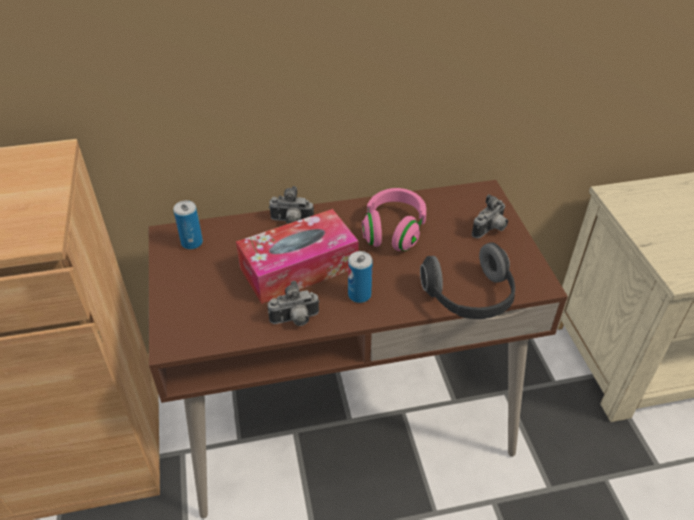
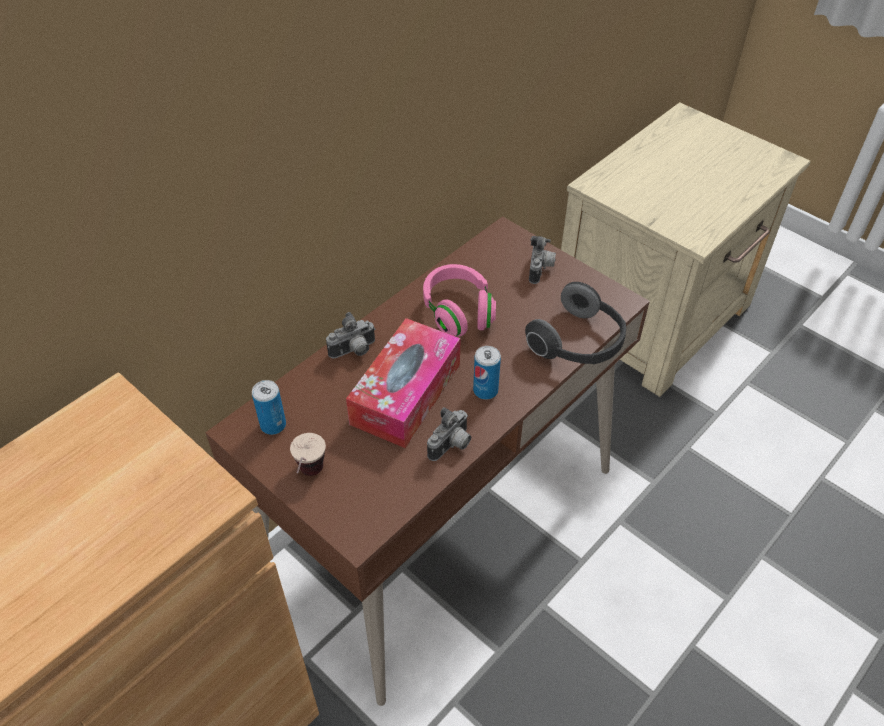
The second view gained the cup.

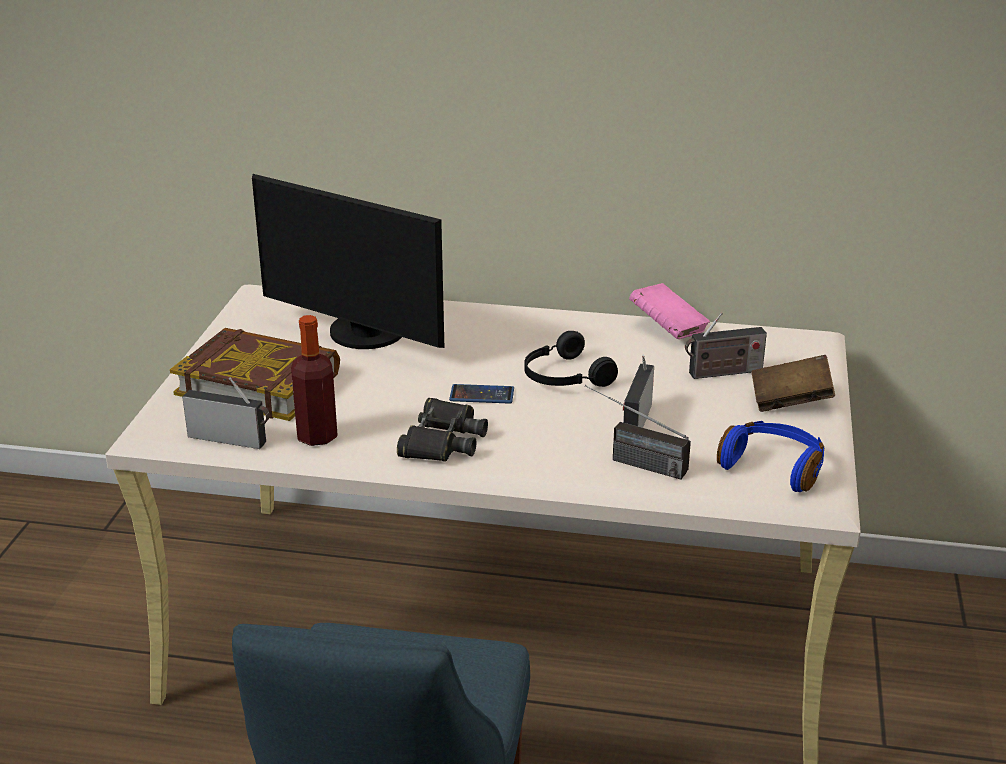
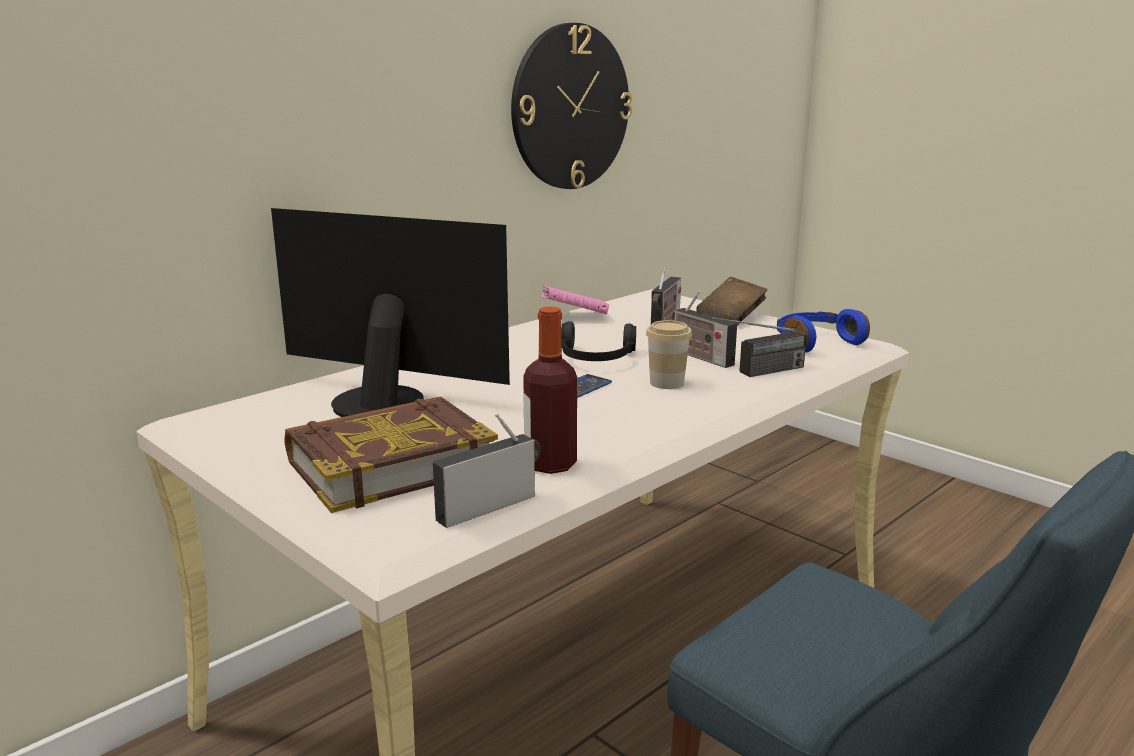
The monitor ended up facing another way, 135 degrees counterclockwise from before. The second view gained the wall clock. The second view gained the cup. The second view lost the binoculars (black).

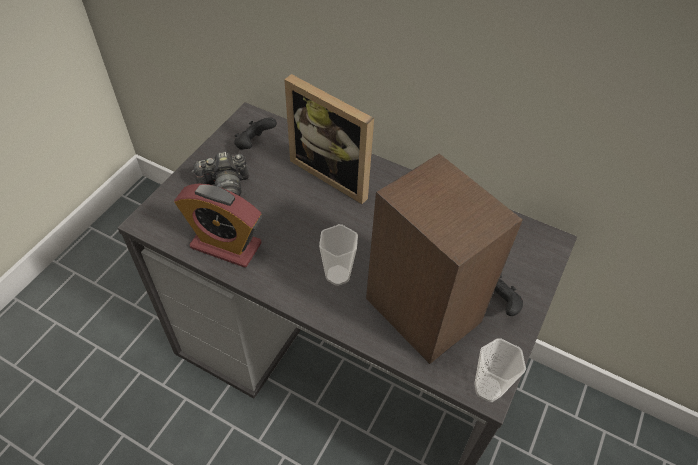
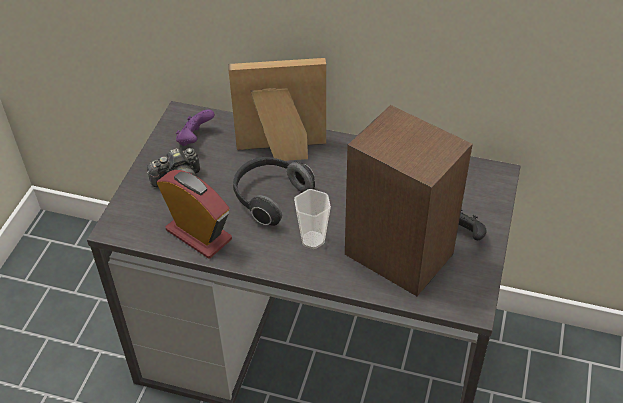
The alarm clock ended up facing another way, 150 degrees counterclockwise from before. What was the game controller (black) (1st from left) turned into the game controller (purple). The picture frame ended up facing another way, 150 degrees clockwise from before. The second view gained the headphones. The second view lost the cup (2nd from left).

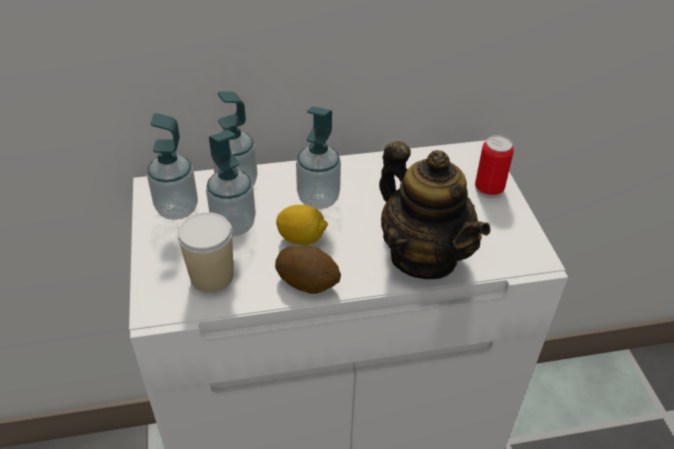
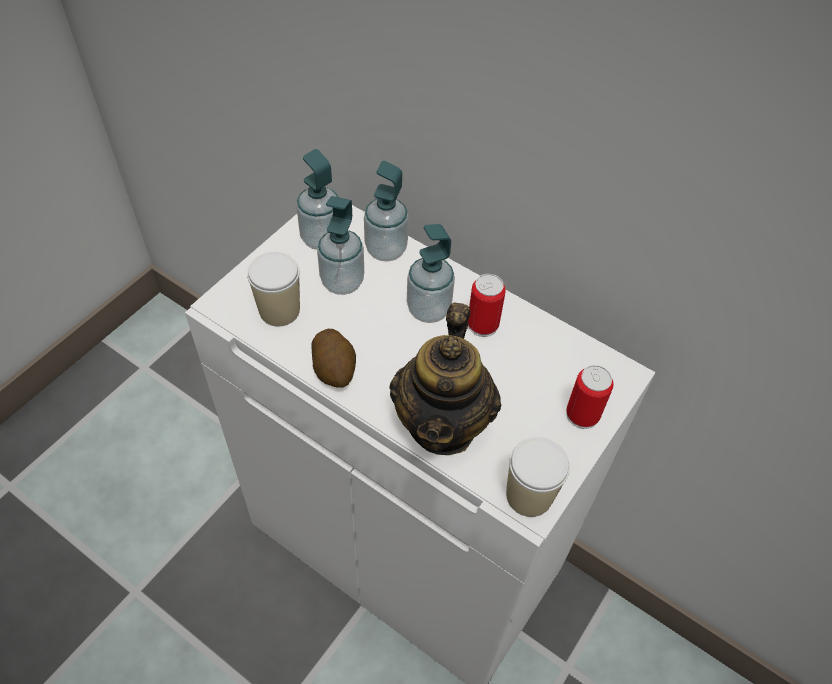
The second view gained the can (1st from left). The second view gained the cup (2nd from left). The second view lost the lemon.

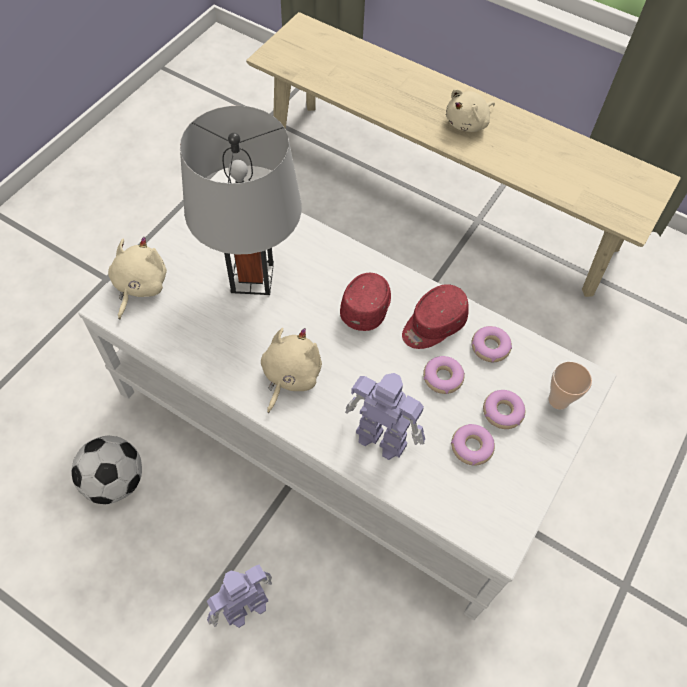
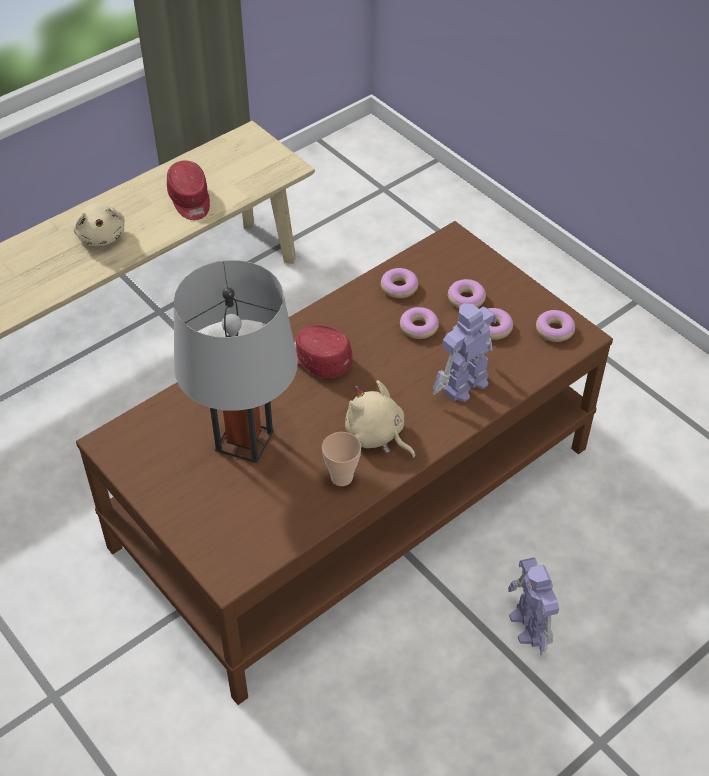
What was the coffee table (white) turned into the coffee table (brown). The cap (red) (2nd from left in the first image) ended up elsewhere. The cup ended up elsewhere. The second view gained the donut (5th from left). The second view lost the football. The second view lost the plush toy (beige) (1st from left).

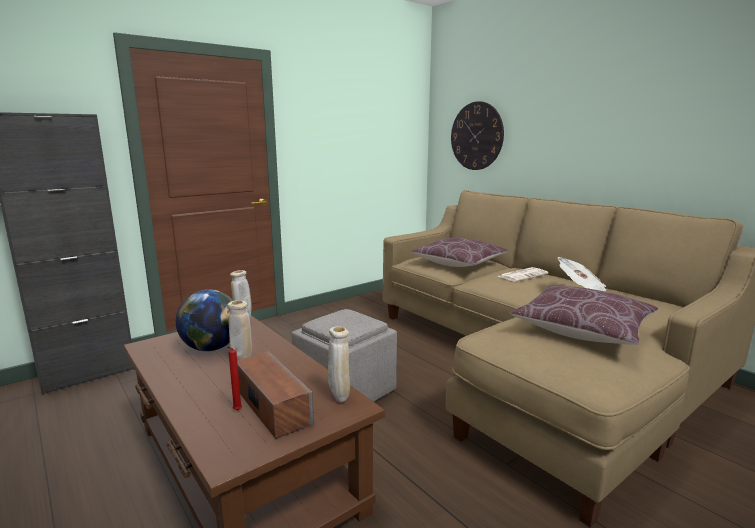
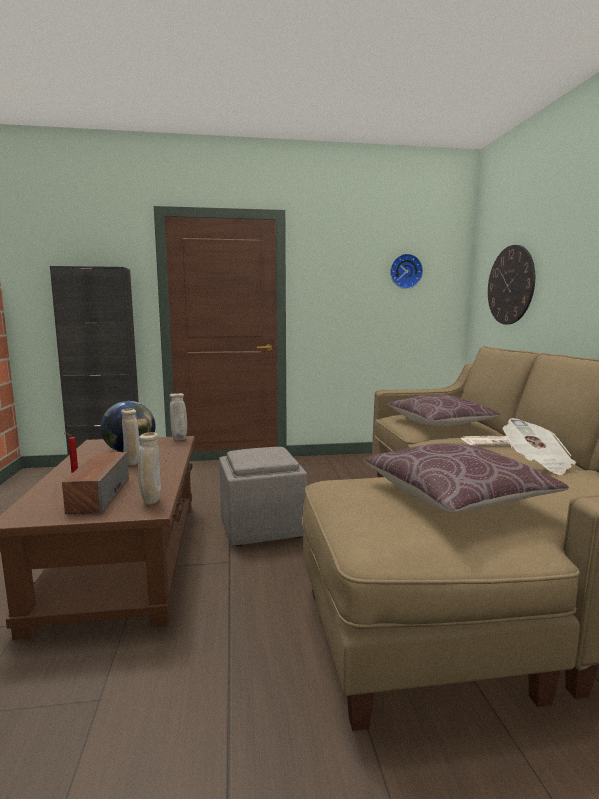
The second view gained the wall clock (1st from left).

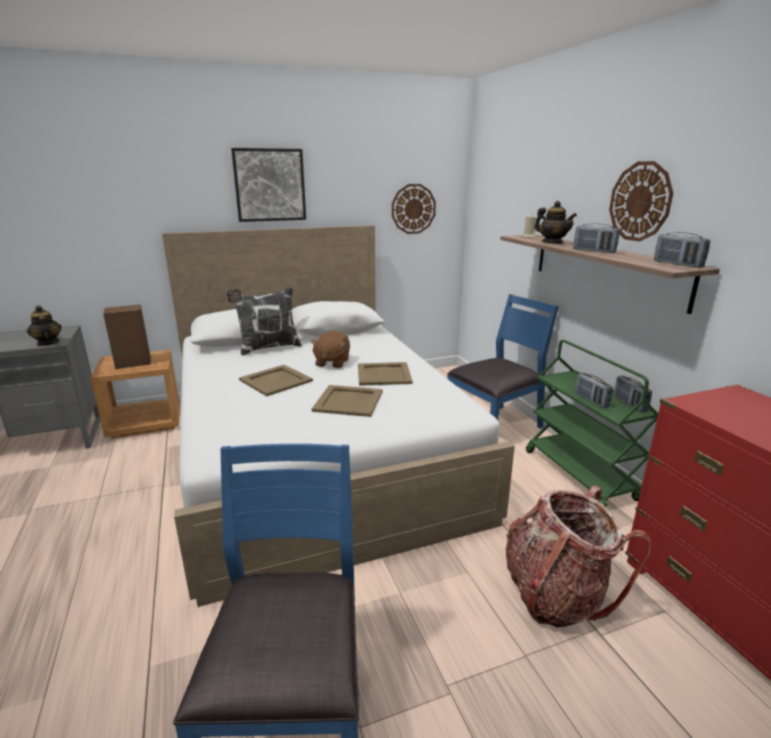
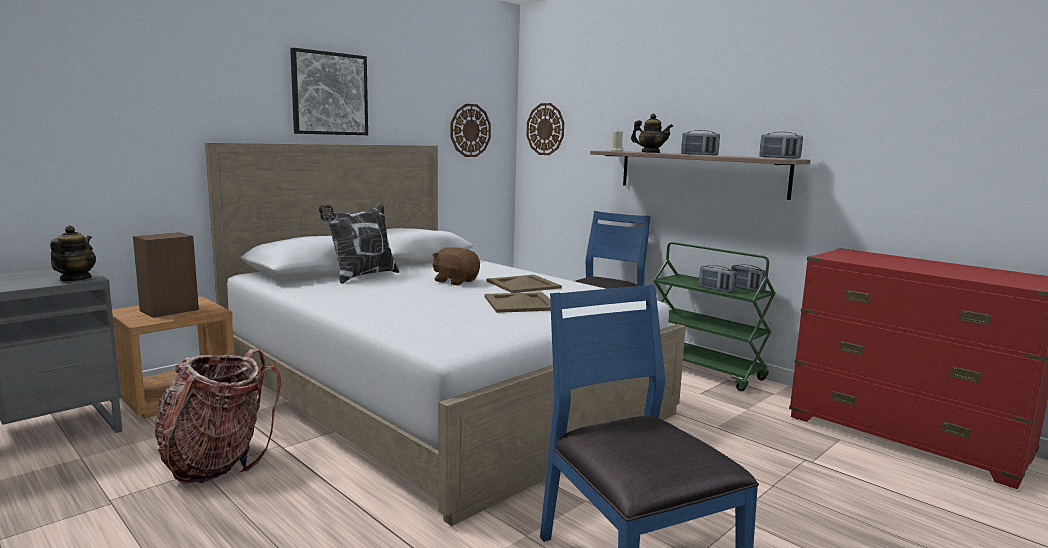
The teapot (1st from left) ended up facing another way, 60 degrees clockwise from before. The backpack ended up elsewhere. The plush toy (brown) ended up facing another way, 135 degrees clockwise from before. The wall clock (2nd from left) ended up elsewhere. The second view lost the tray (beige) (1st from left).

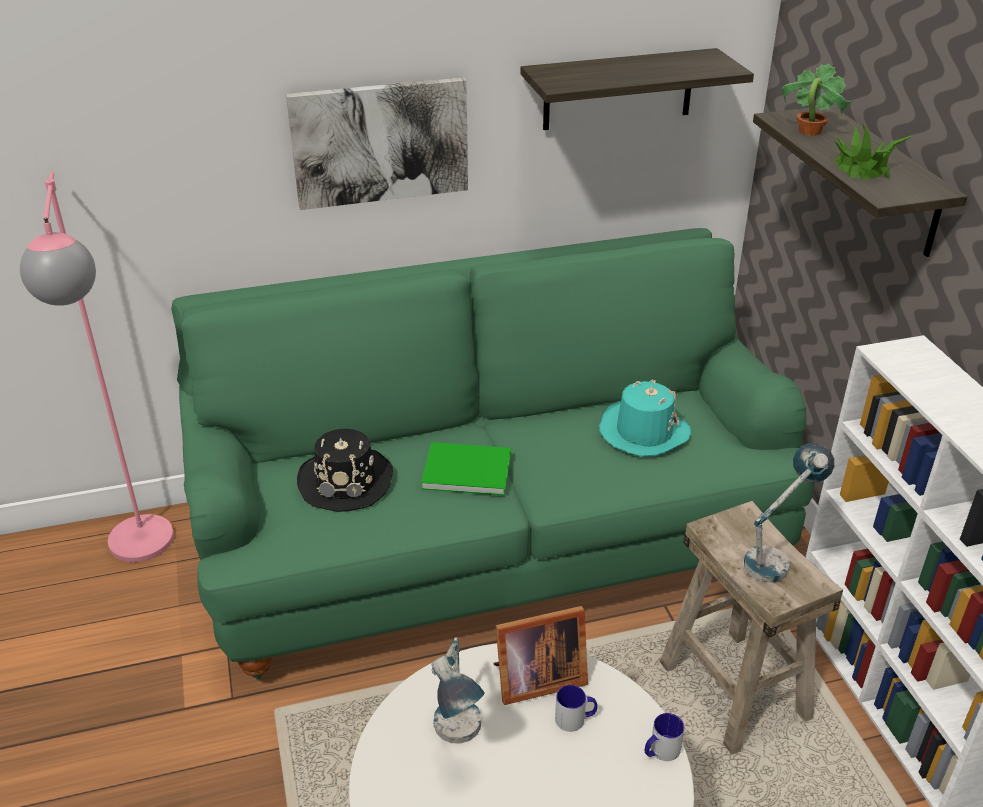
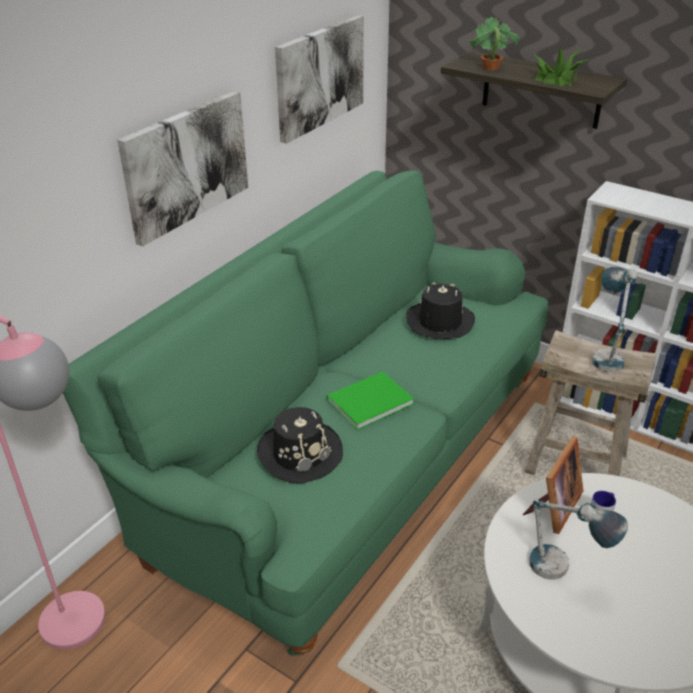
Where the shelf (1st from left) hung, the picture (2nd from left) came to hang. What was the hat (turquoise) turned into the hat (black) (2nd from left). The second view lost the mug (2nd from left).

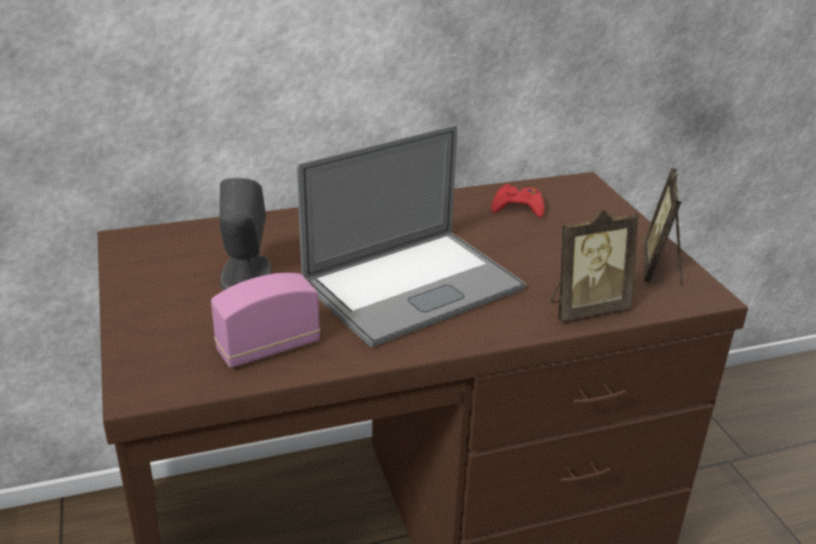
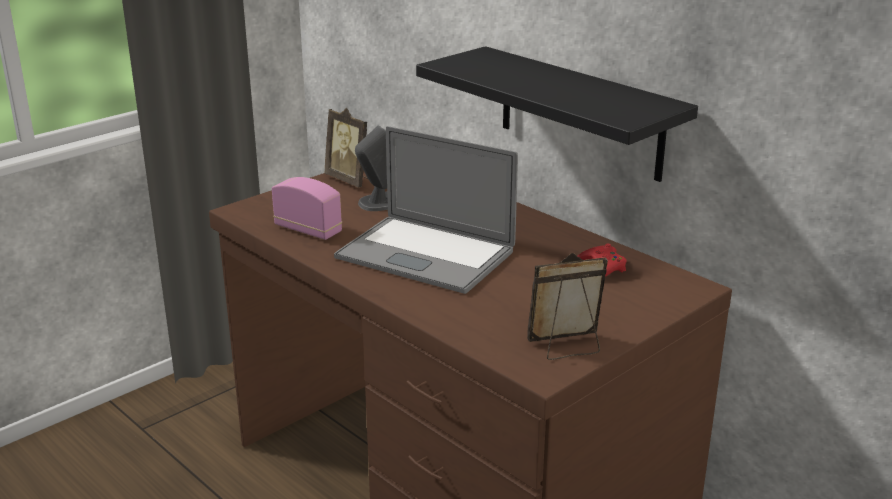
The picture frame (1st from left) ended up elsewhere. The second view gained the shelf (black).

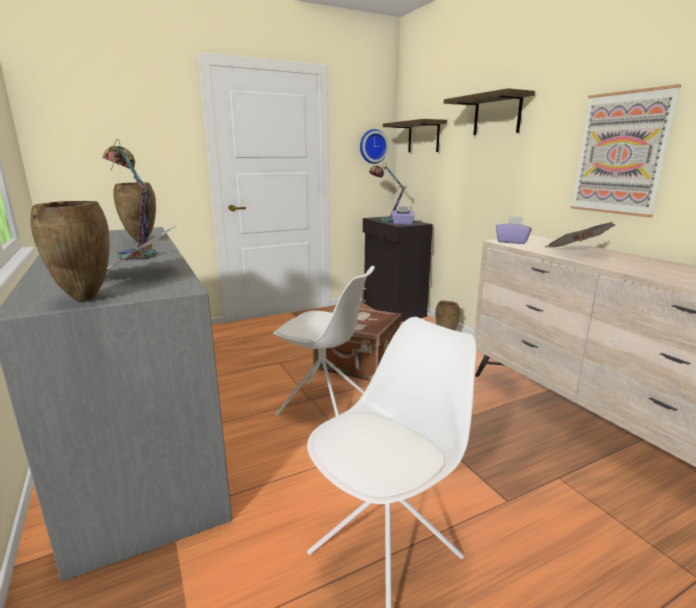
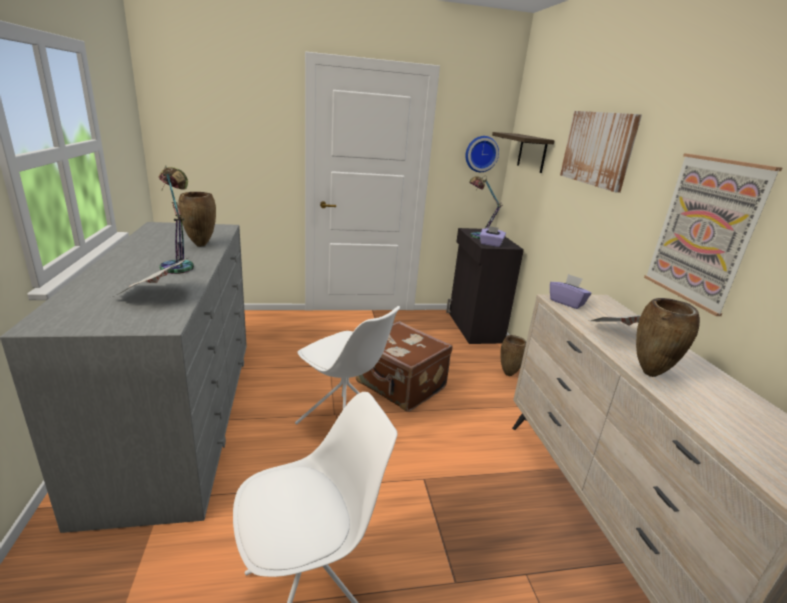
Where the shelf (2nd from left) hung, the picture (1st from left) came to hang. The vase (brown) (1st from left in the first image) ended up elsewhere.

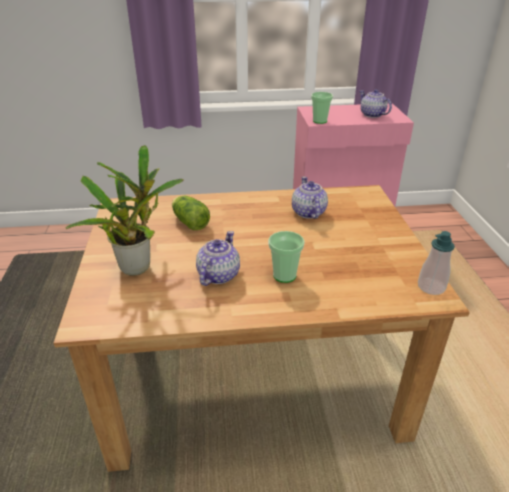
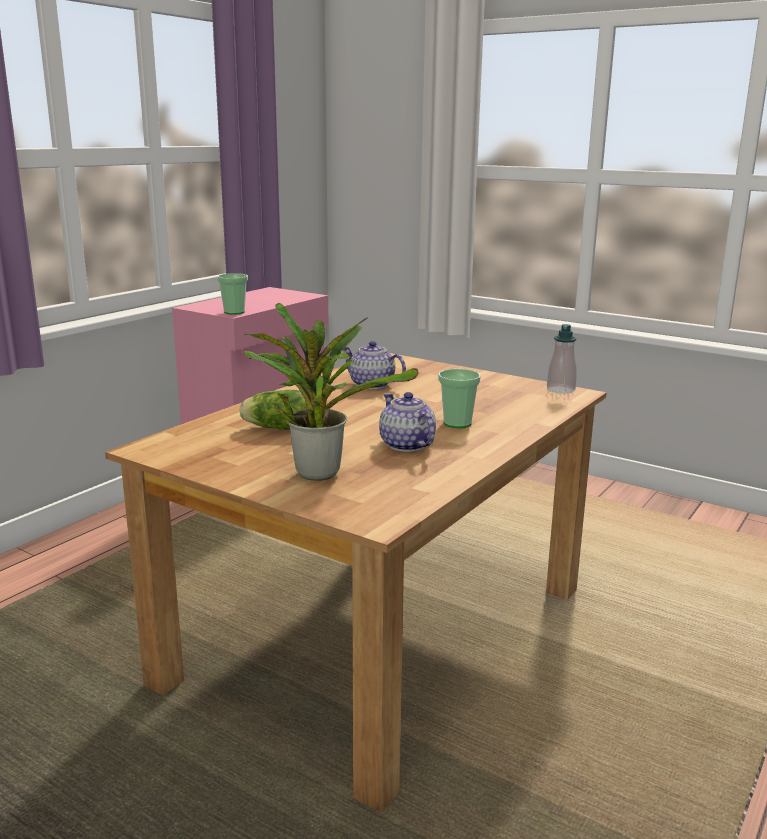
The second view lost the teapot (3rd from left).

